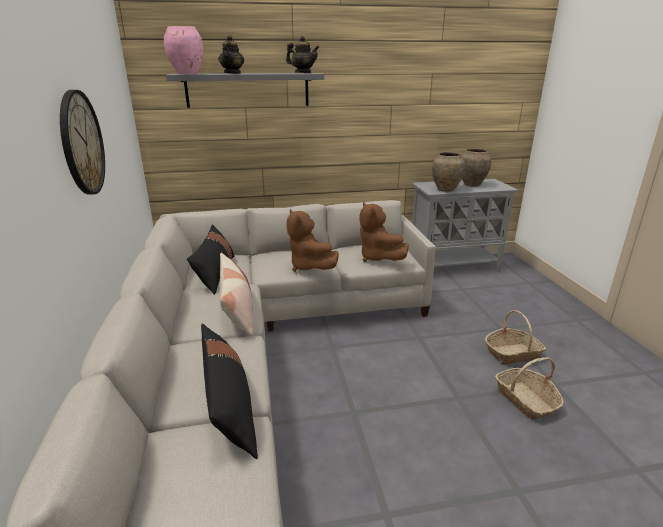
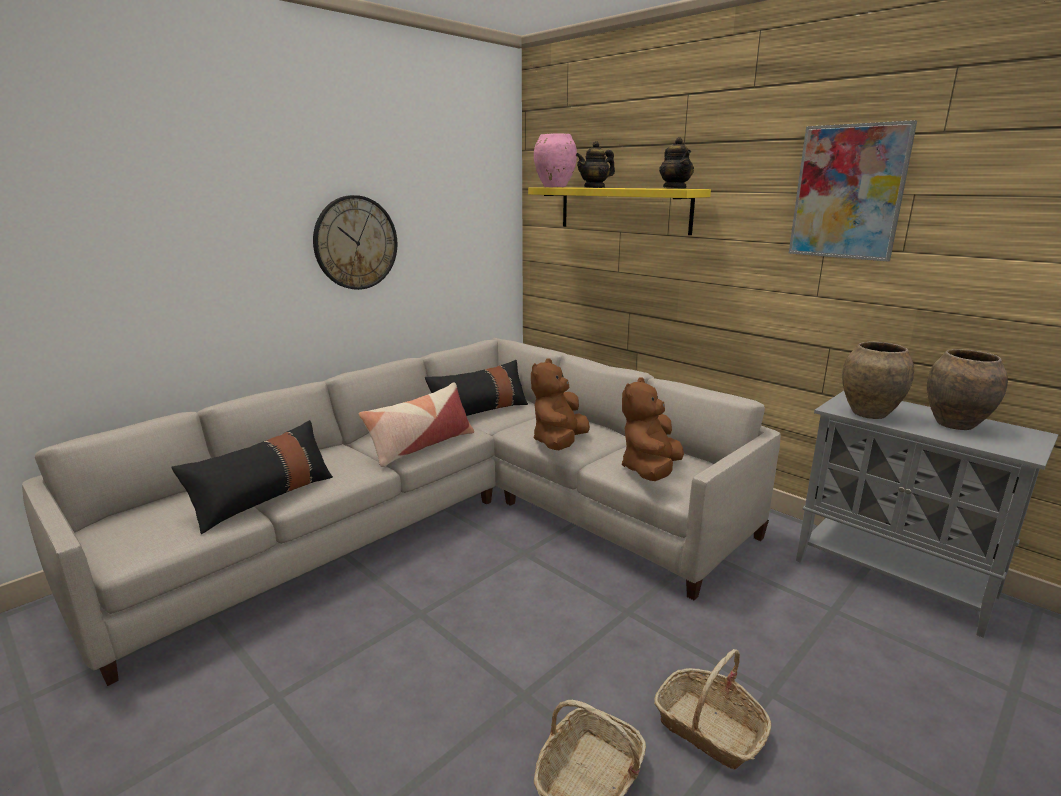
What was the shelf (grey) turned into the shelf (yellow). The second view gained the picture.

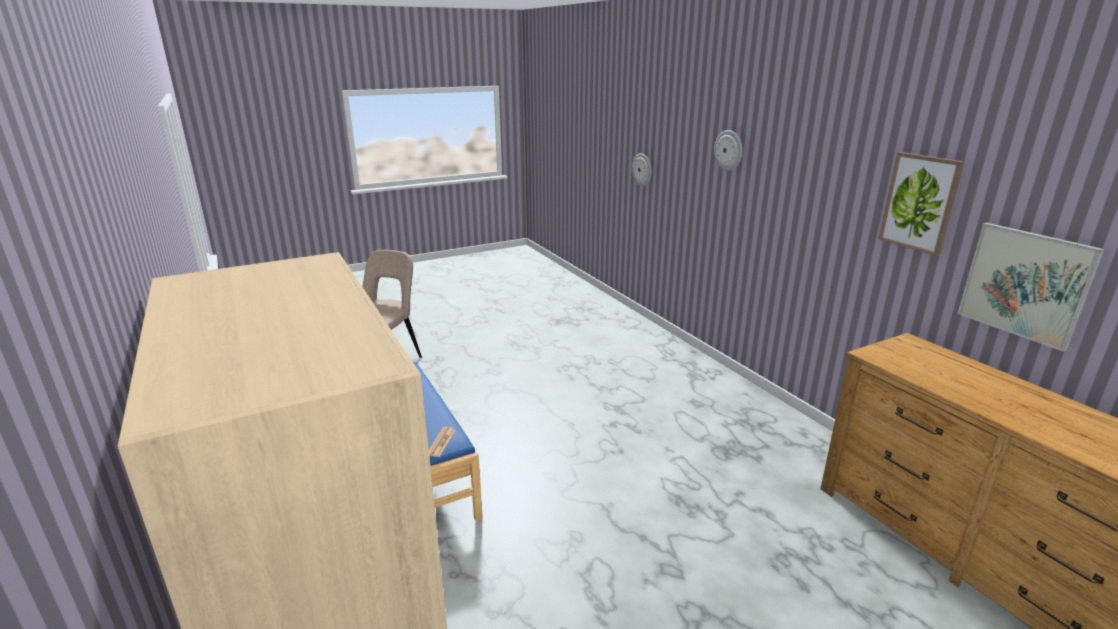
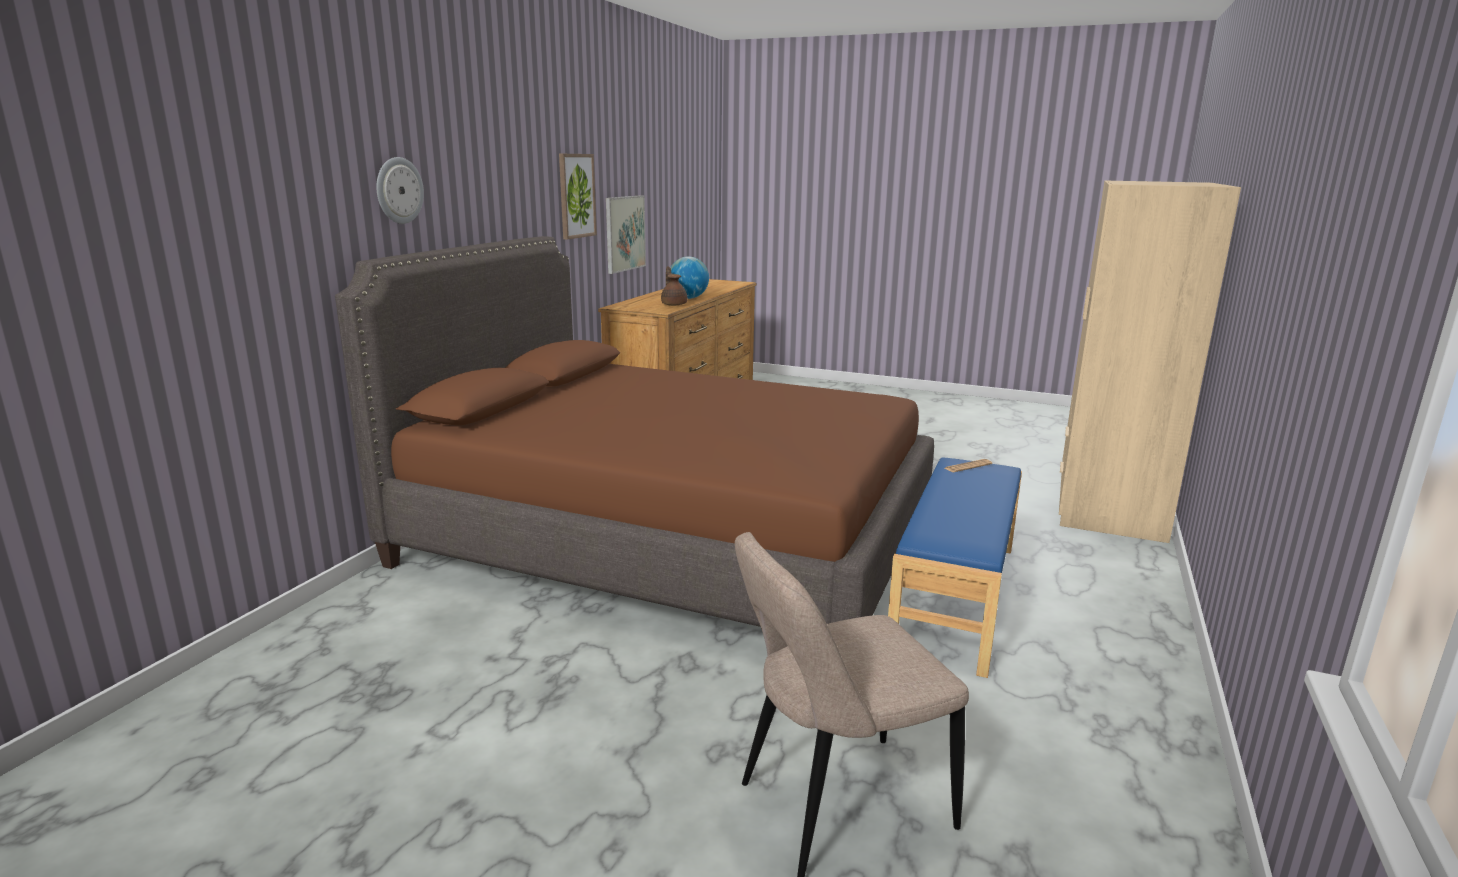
The second view gained the bed (brown). The second view gained the teapot (brown). The second view gained the globe. The second view lost the wall clock (1st from left).

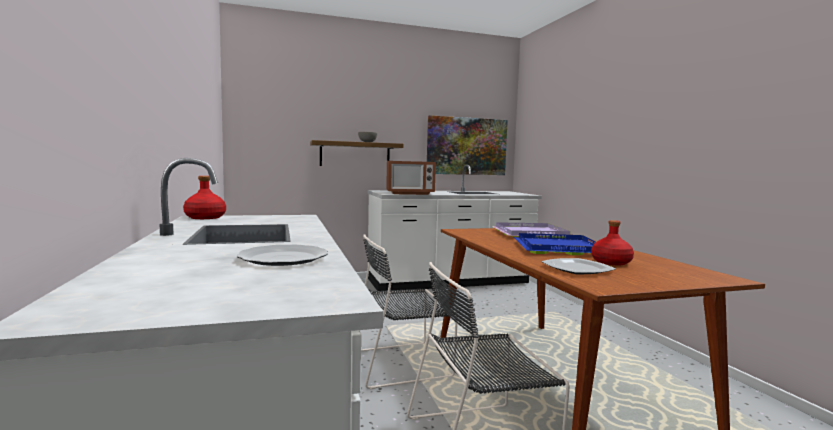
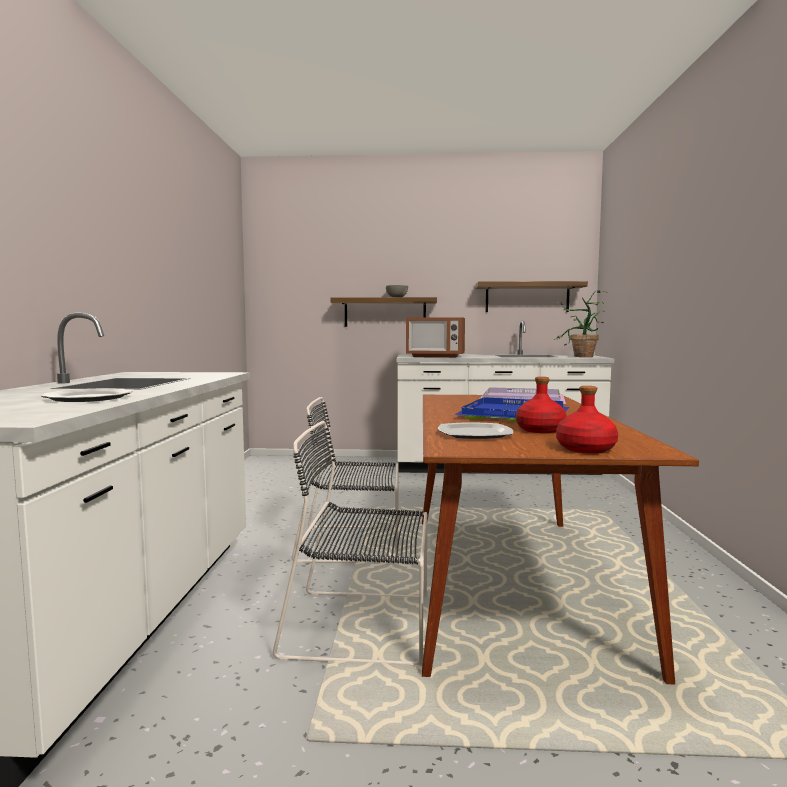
Where the picture hung, the shelf (2nd from left) came to hang. The second view gained the potted plant. The bottle (red) (1st from left in the first image) ended up elsewhere.

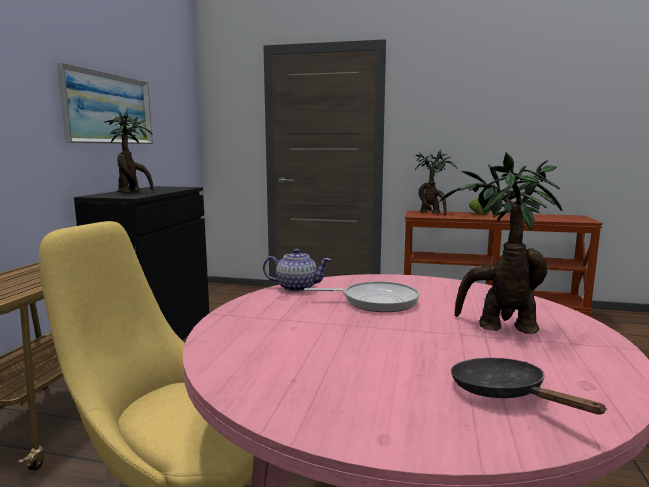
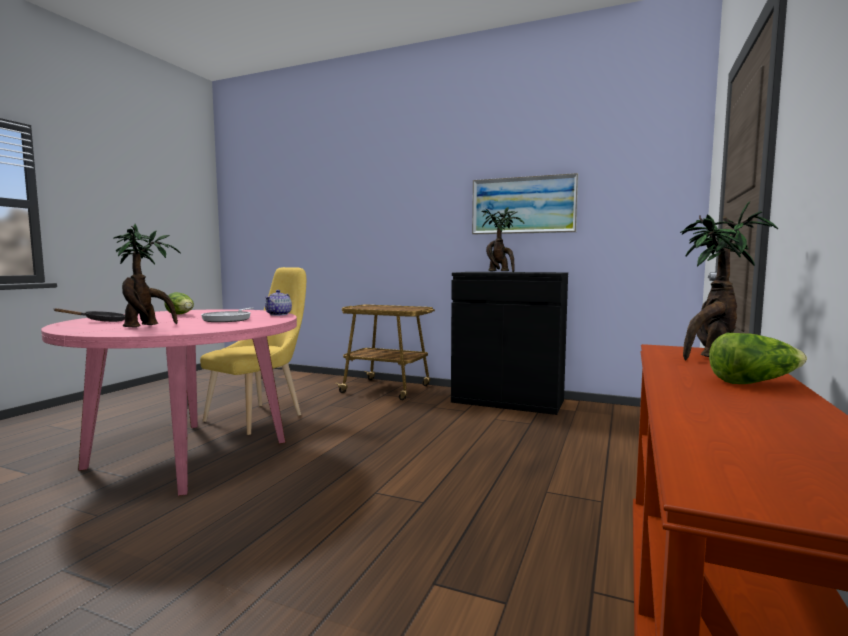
The second view gained the lettuce (1st from left).

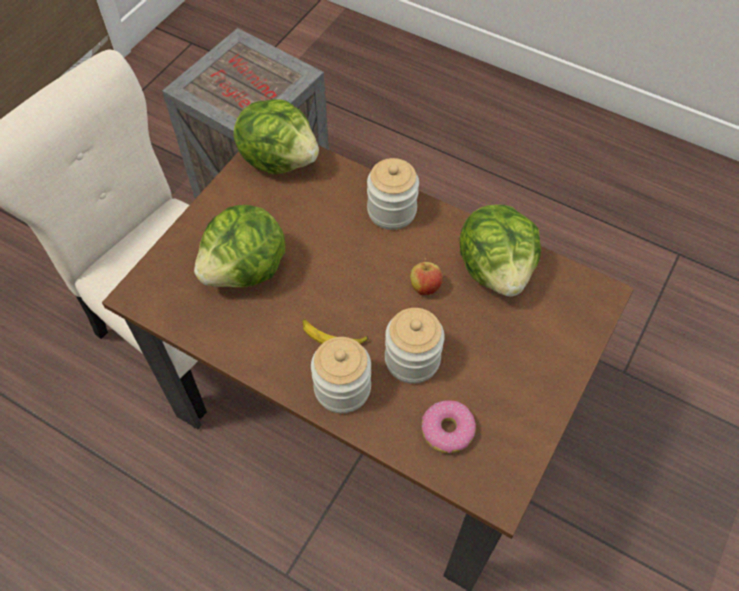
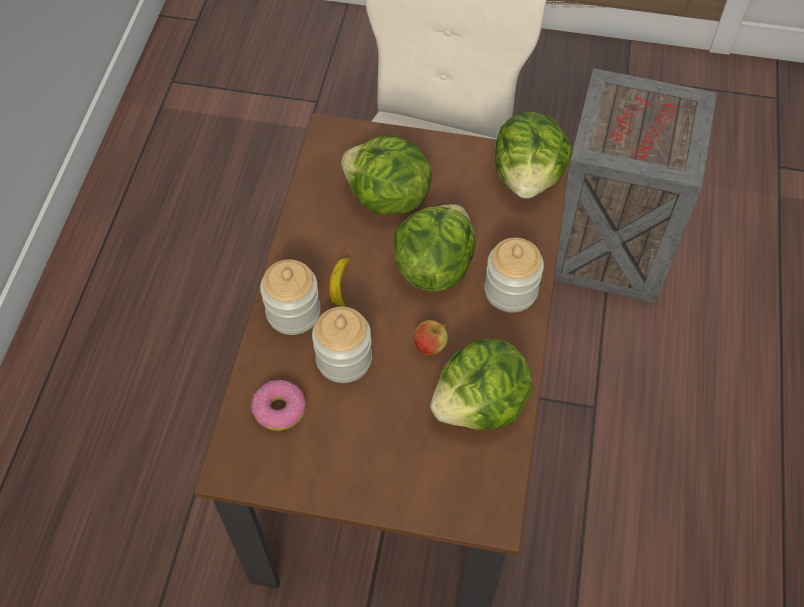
The second view gained the lettuce (2nd from left).

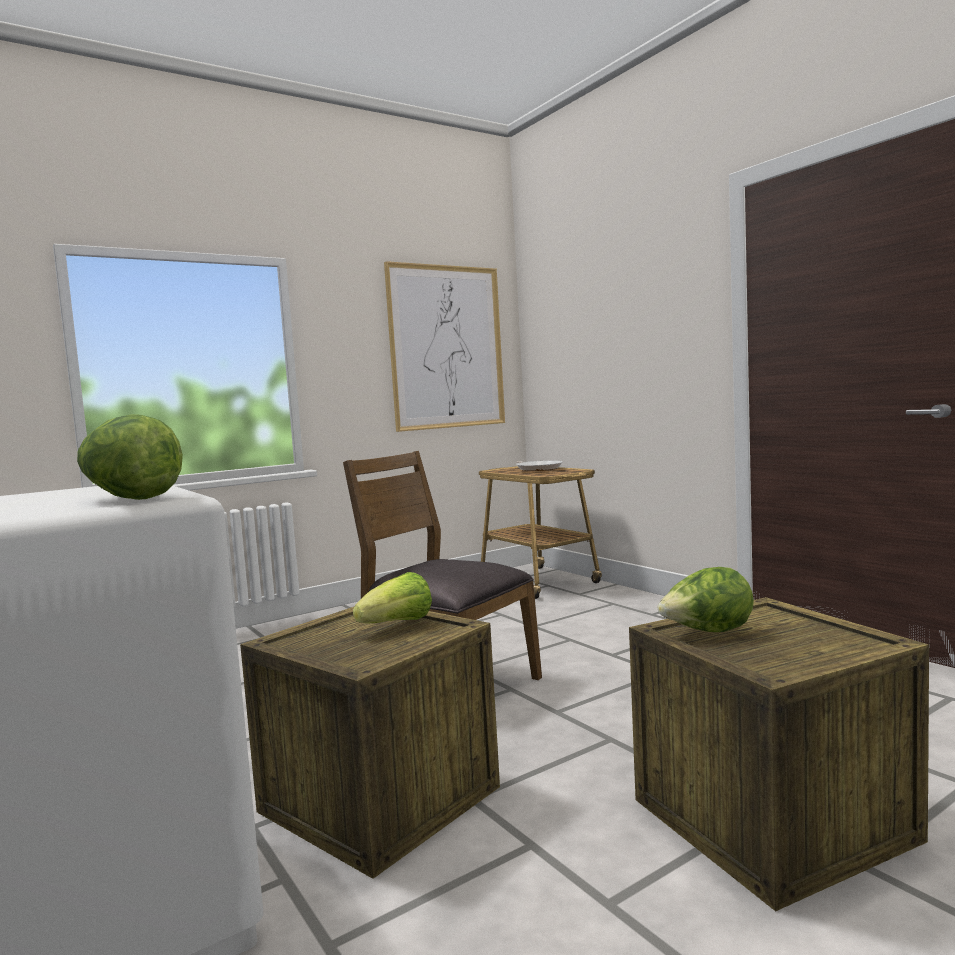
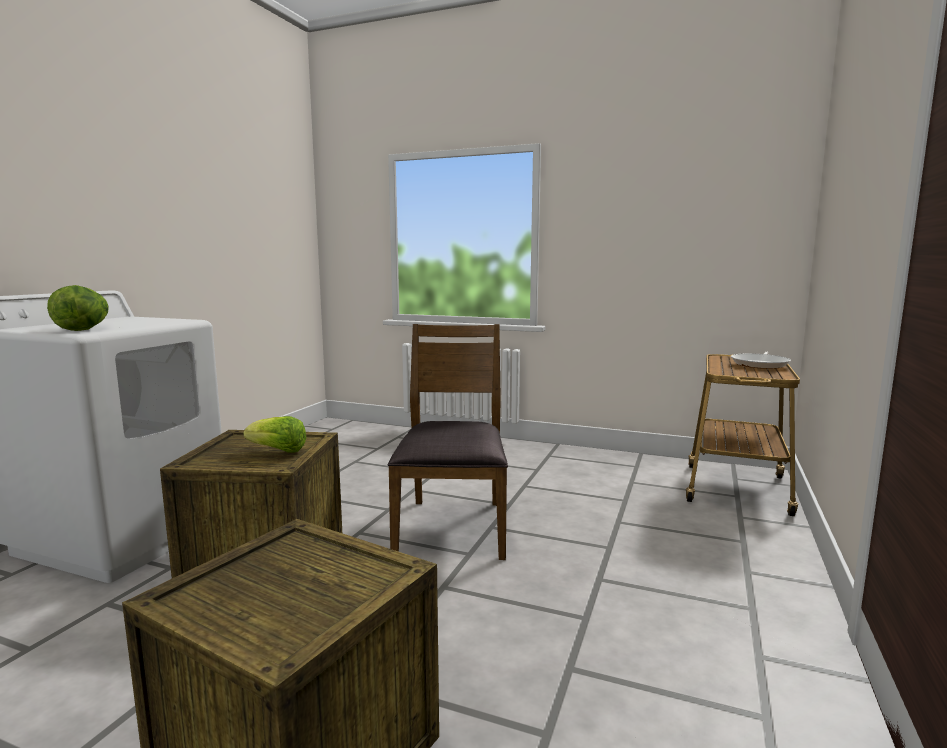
The second view lost the picture. The second view lost the lettuce (3rd from left).

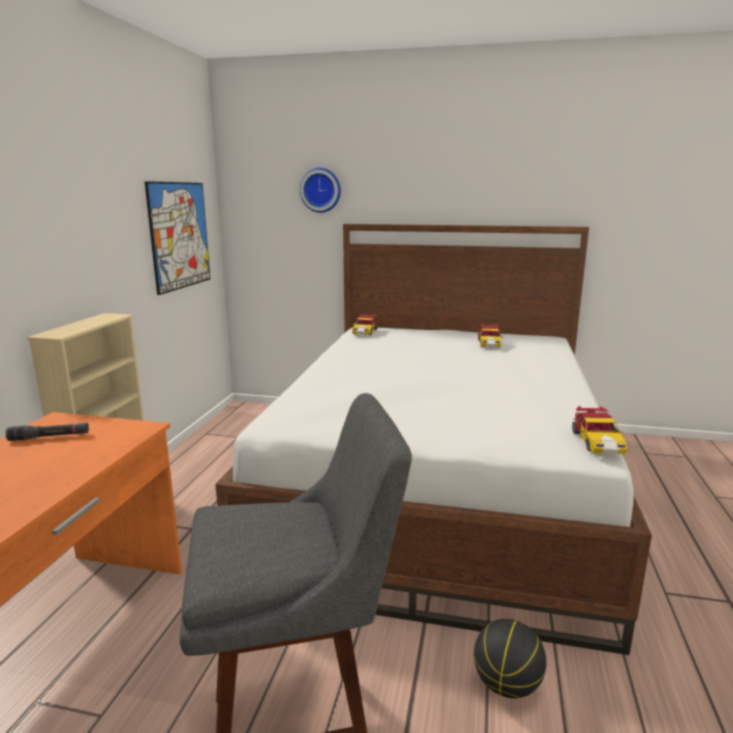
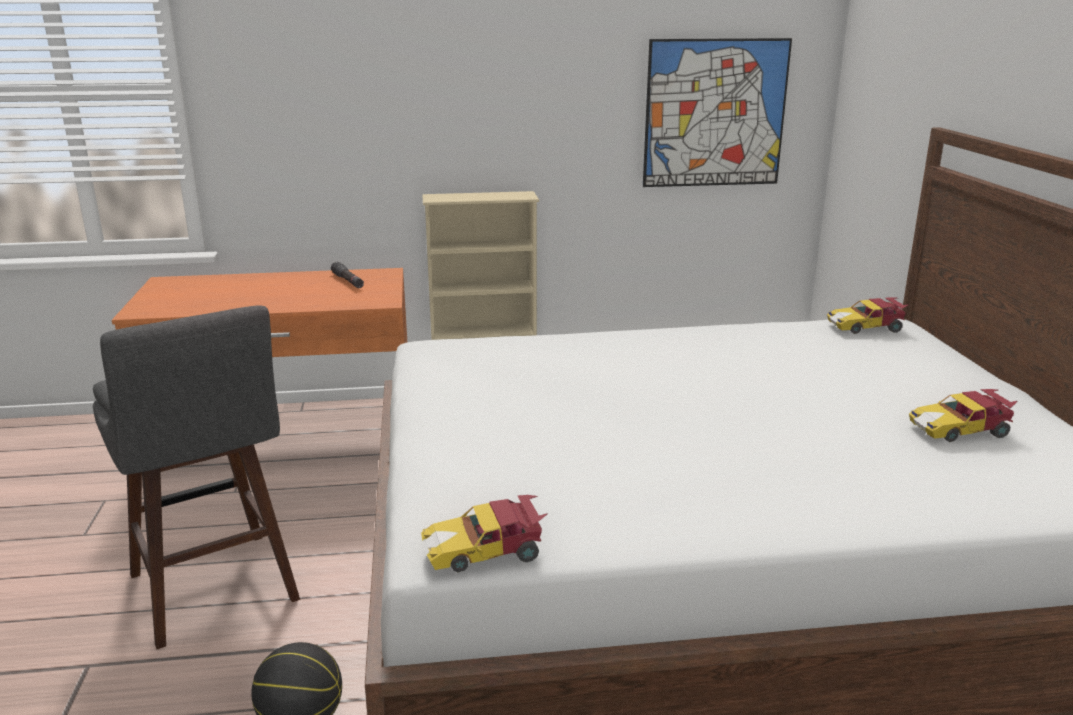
The second view lost the wall clock.

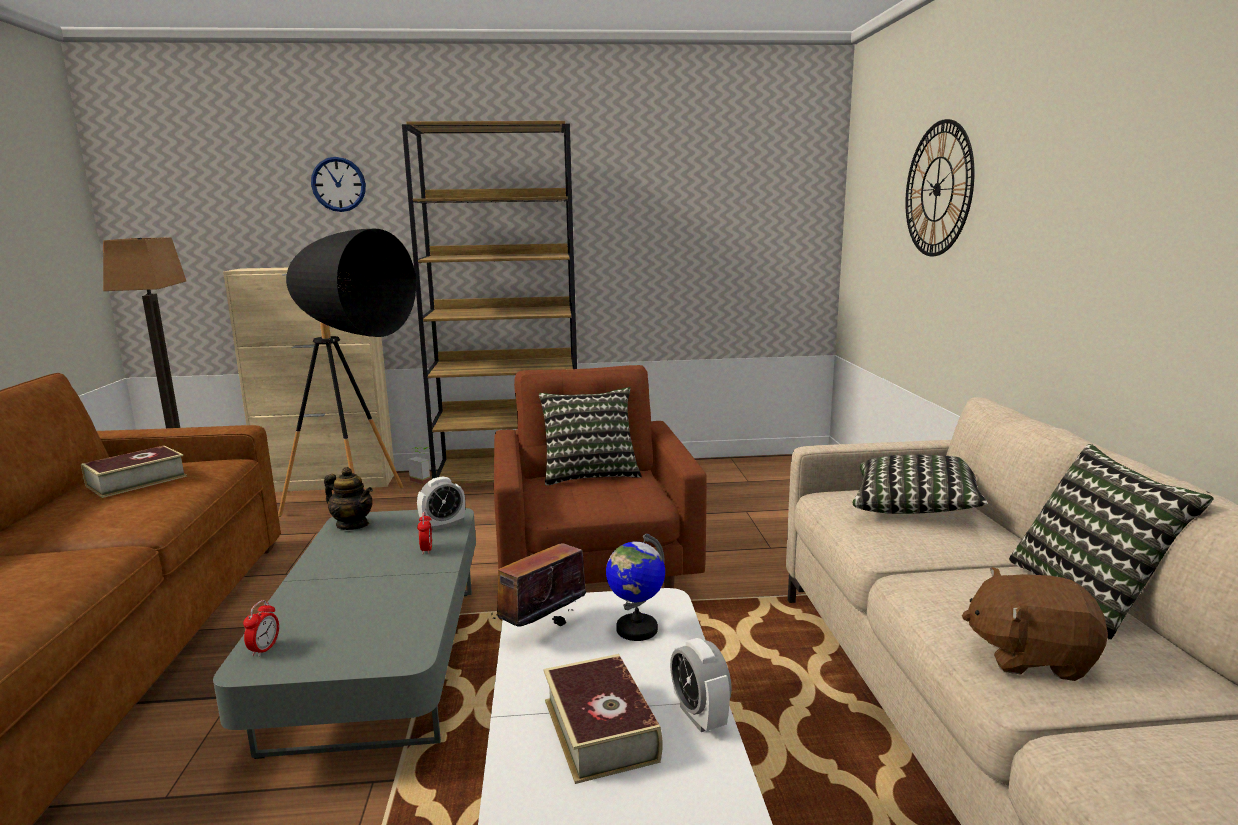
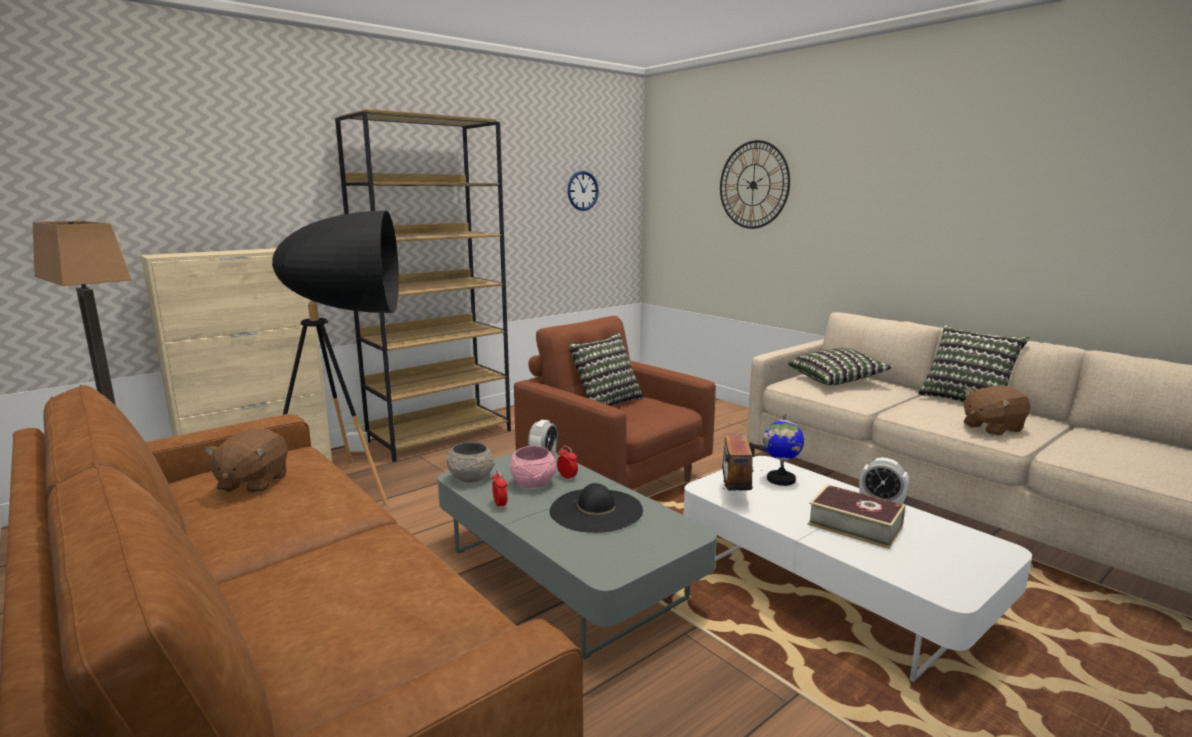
Where the book (1st from left) stood, the plush toy (brown) (1st from left) came to stand. Where the teapot stood, the bowl (grey) came to stand. The alarm clock (1st from left) ended up elsewhere. The second view gained the bowl (pink). The second view gained the hat (black). The wall clock (1st from left) ended up elsewhere.

